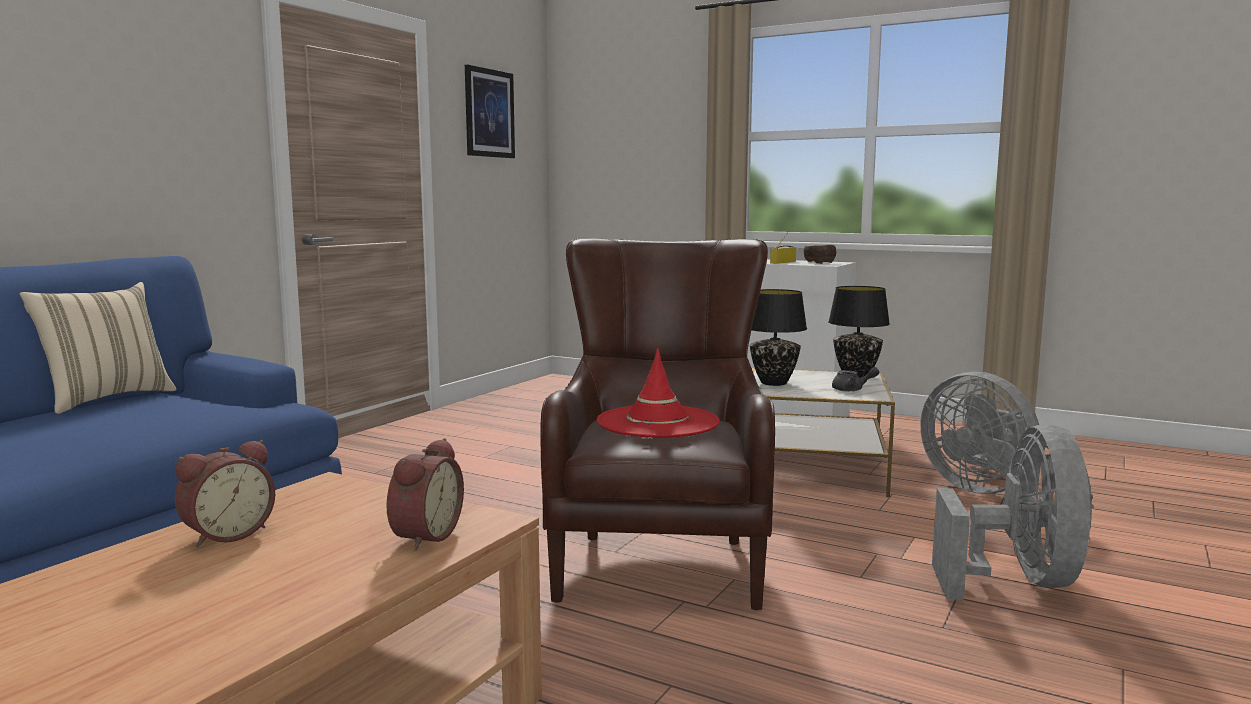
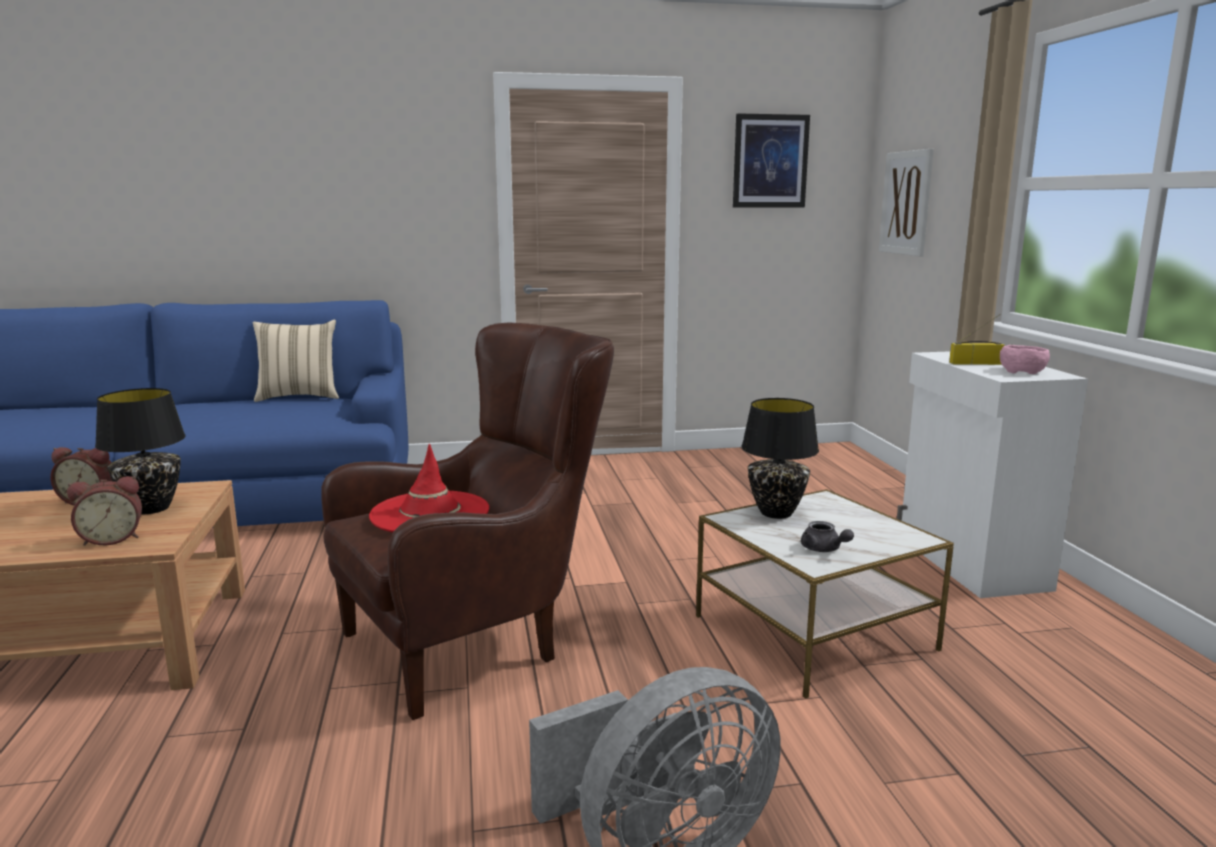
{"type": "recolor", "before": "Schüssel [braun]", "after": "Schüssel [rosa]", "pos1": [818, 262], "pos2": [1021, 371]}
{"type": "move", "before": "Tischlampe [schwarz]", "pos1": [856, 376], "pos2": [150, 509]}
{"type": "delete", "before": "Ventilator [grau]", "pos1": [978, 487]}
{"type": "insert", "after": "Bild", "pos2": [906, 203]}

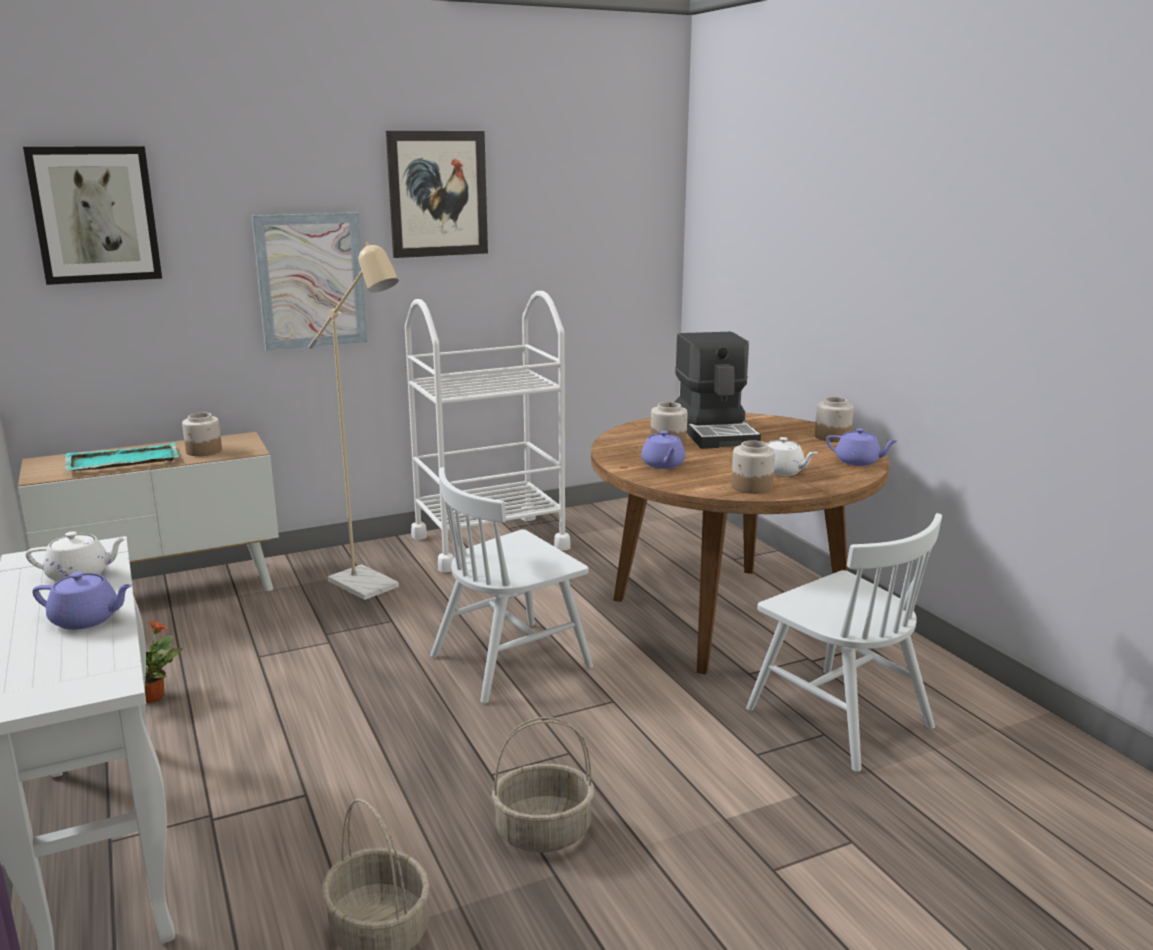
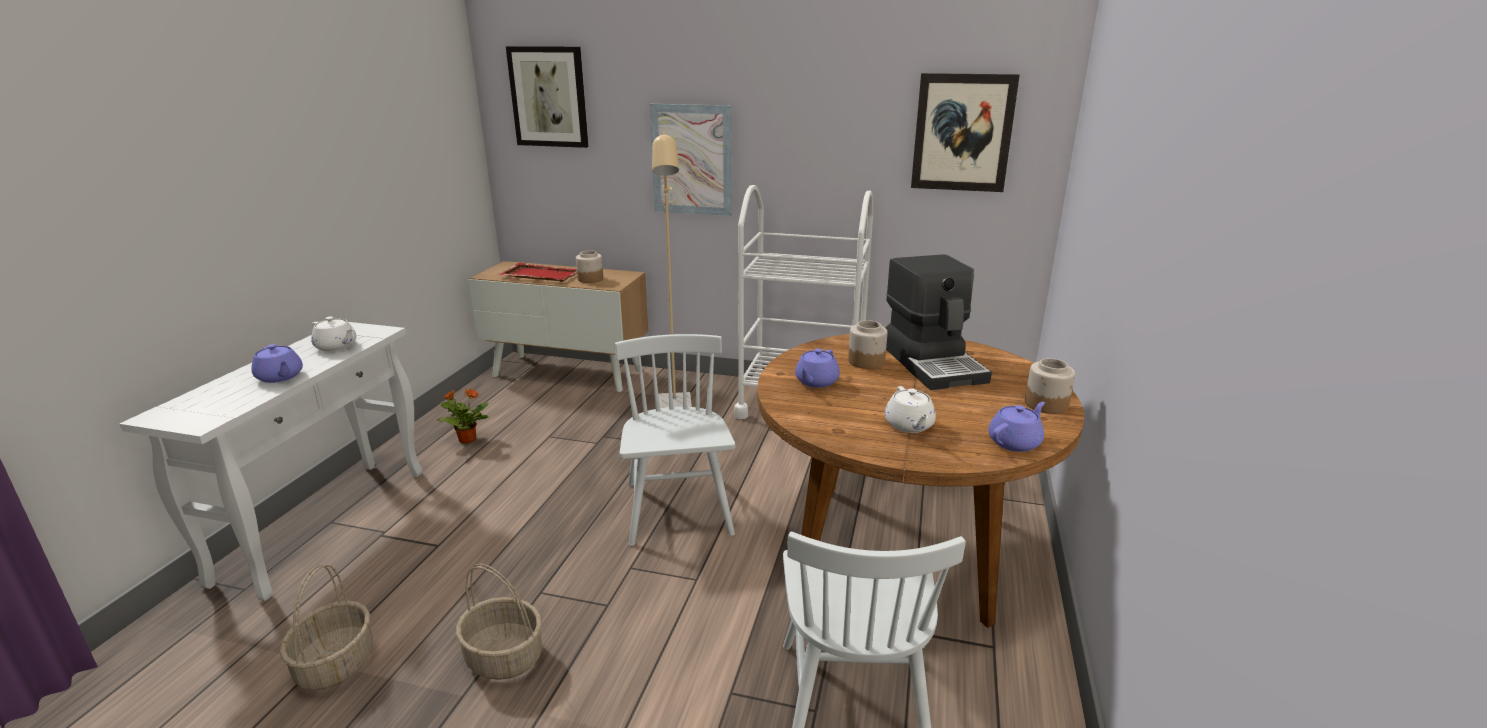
{"type": "recolor", "before": "Tablett [türkis]", "after": "Tablett [rot]", "pos1": [121, 461], "pos2": [540, 275]}
{"type": "move", "before": "Bild", "pos1": [437, 194], "pos2": [962, 133]}
{"type": "rotate", "before": "Stuhl [weiß]", "pos1": [511, 661], "pos2": [678, 509], "turn": 75}
{"type": "rotate", "before": "Kaffeemaschine", "pos1": [716, 432], "pos2": [934, 363], "turn": -45}
{"type": "delete", "before": "Vorratsglas", "pos1": [752, 487]}
{"type": "rotate", "before": "Teekanne [lila]", "pos1": [858, 462], "pos2": [1015, 442], "turn": -105}

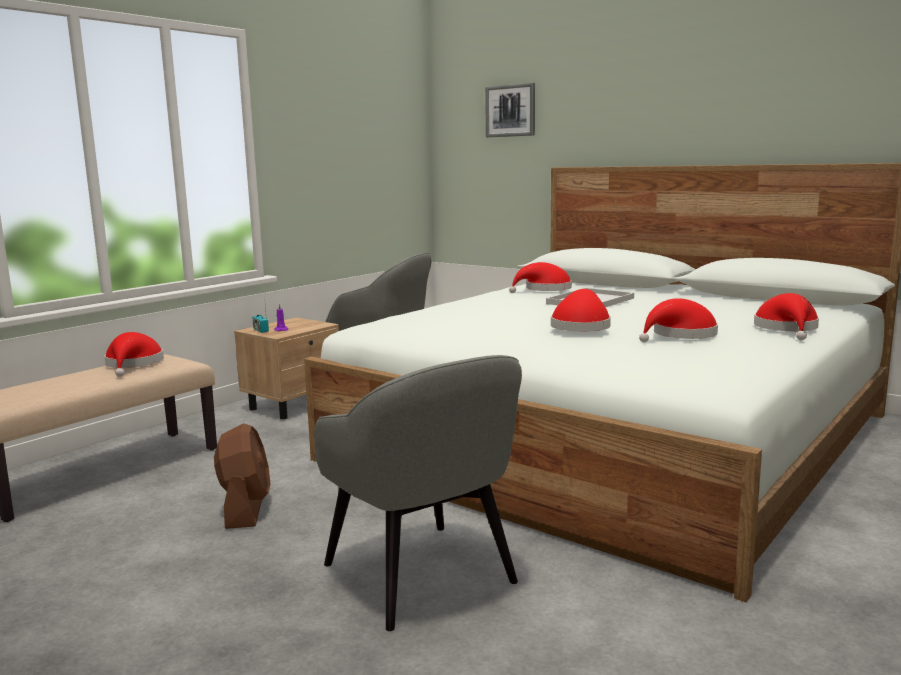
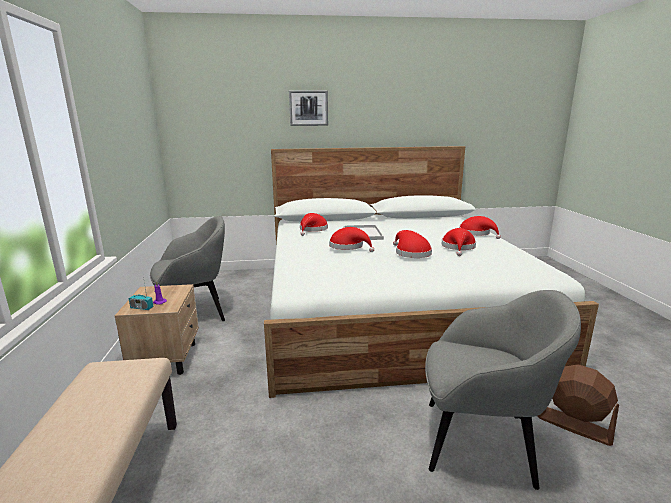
{"type": "move", "before": "Hut [rot]", "pos1": [134, 364], "pos2": [348, 247]}
{"type": "move", "before": "Ventilator [braun]", "pos1": [246, 509], "pos2": [574, 425]}
{"type": "move", "before": "Bild", "pos1": [510, 111], "pos2": [308, 108]}

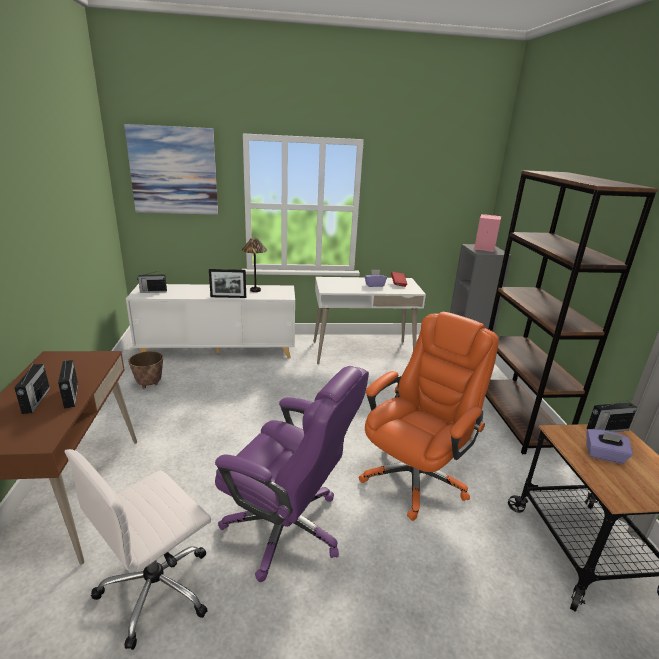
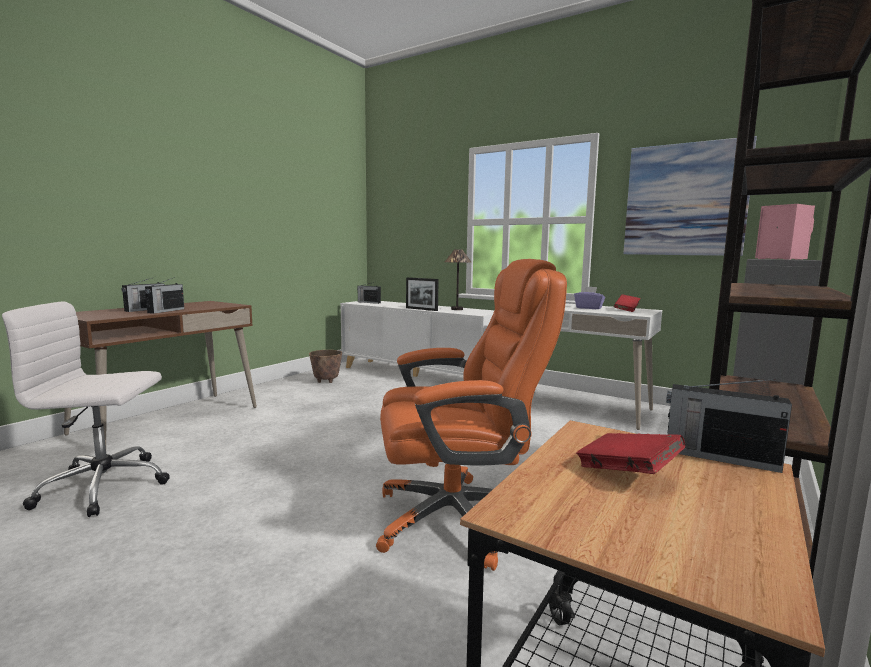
{"type": "move", "before": "Bild", "pos1": [174, 171], "pos2": [685, 200]}
{"type": "delete", "before": "Bürostuhl [lila]", "pos1": [287, 528]}
{"type": "replace", "before": "Taschentuchbox [lila]", "after": "Buch [rot]", "pos1": [604, 455], "pos2": [627, 473]}

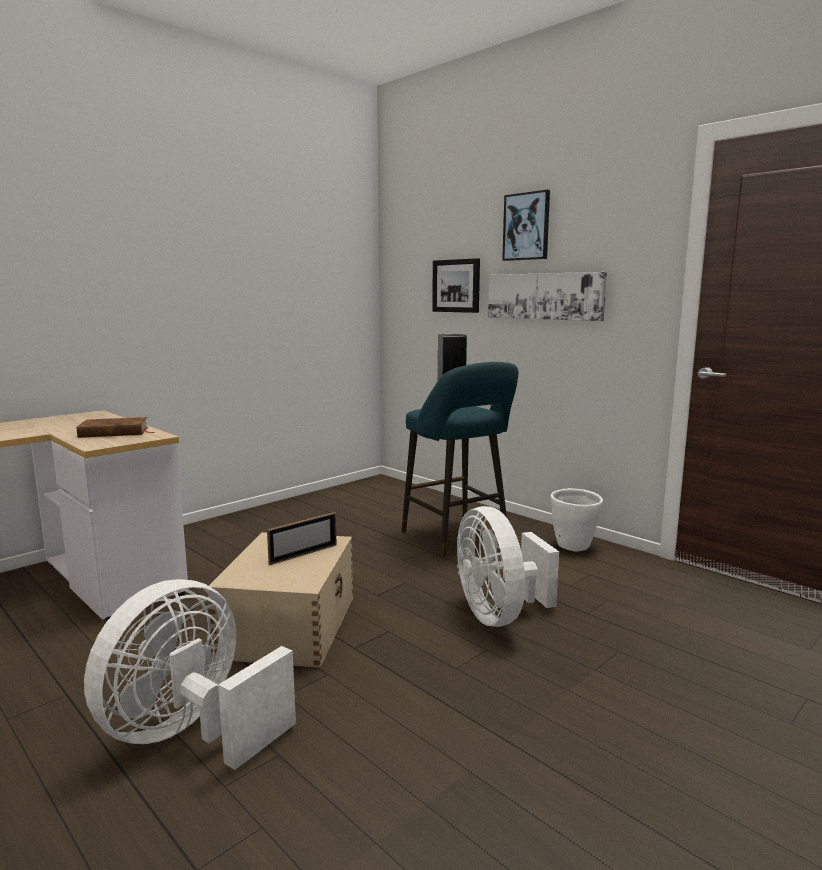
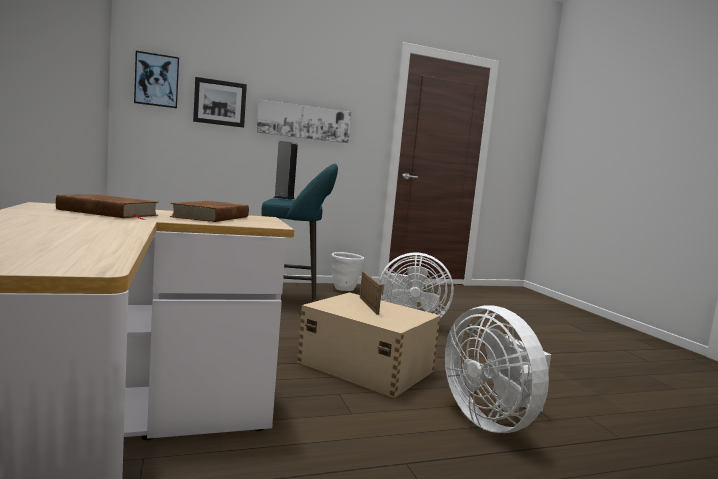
{"type": "move", "before": "Bild", "pos1": [526, 226], "pos2": [156, 80]}
{"type": "insert", "after": "Buch [braun]", "pos2": [108, 213]}

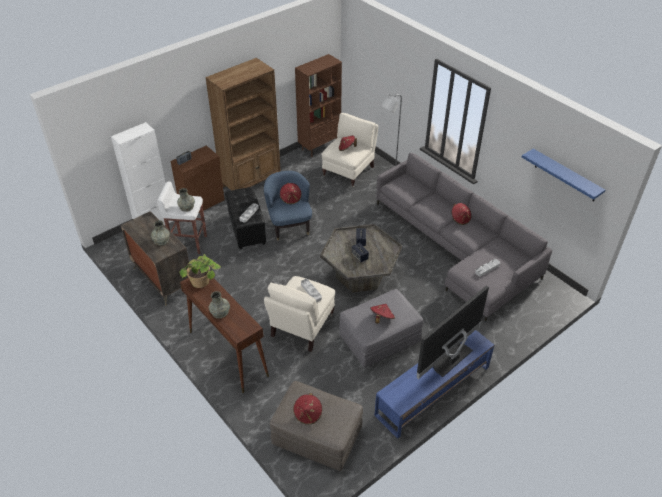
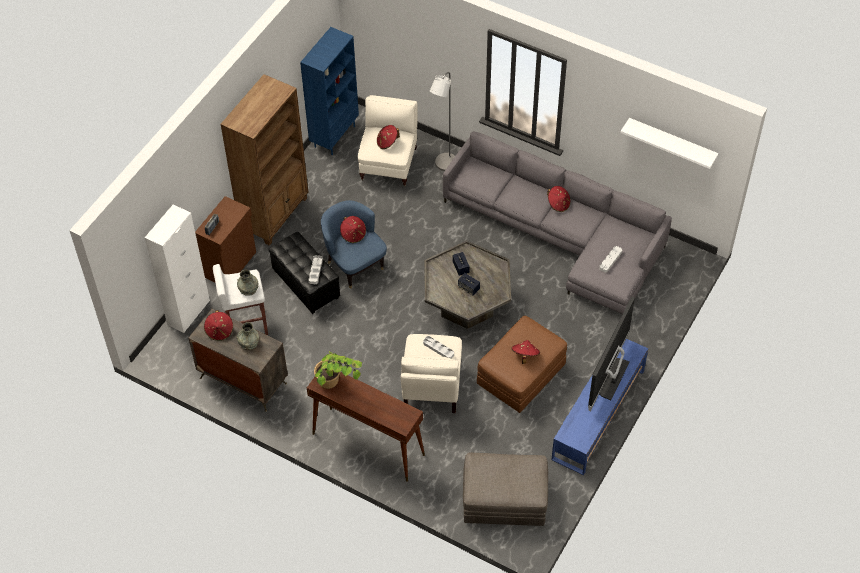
{"type": "delete", "before": "Vase [grau]", "pos1": [220, 312]}
{"type": "move", "before": "Hut [rot]", "pos1": [308, 414], "pos2": [219, 331]}
{"type": "recolor", "before": "Bücherregal [braun]", "after": "Bücherregal [blau]", "pos1": [319, 147], "pos2": [334, 136]}
{"type": "recolor", "before": "Polsterhocker [grau]", "after": "Polsterhocker [braun]", "pos1": [379, 339], "pos2": [521, 375]}
{"type": "recolor", "before": "Wandregal [blau]", "after": "Wandregal [weiß]", "pos1": [566, 176], "pos2": [672, 142]}

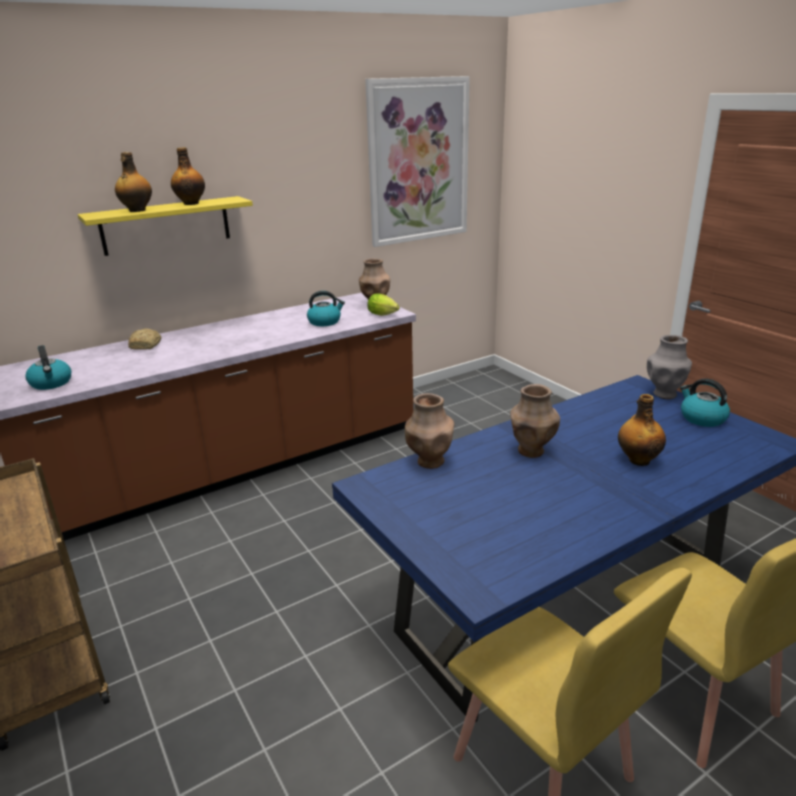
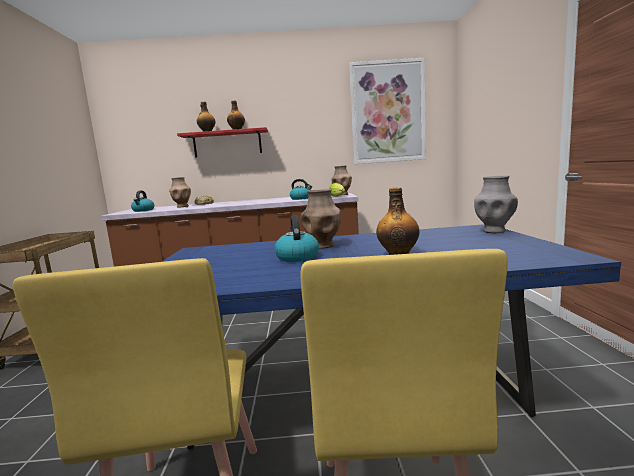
{"type": "recolor", "before": "Wandregal [gelb]", "after": "Wandregal [rot]", "pos1": [166, 225], "pos2": [227, 144]}
{"type": "move", "before": "Vase [braun]", "pos1": [430, 462], "pos2": [182, 206]}
{"type": "move", "before": "Wasserkessel", "pos1": [702, 418], "pos2": [297, 257]}

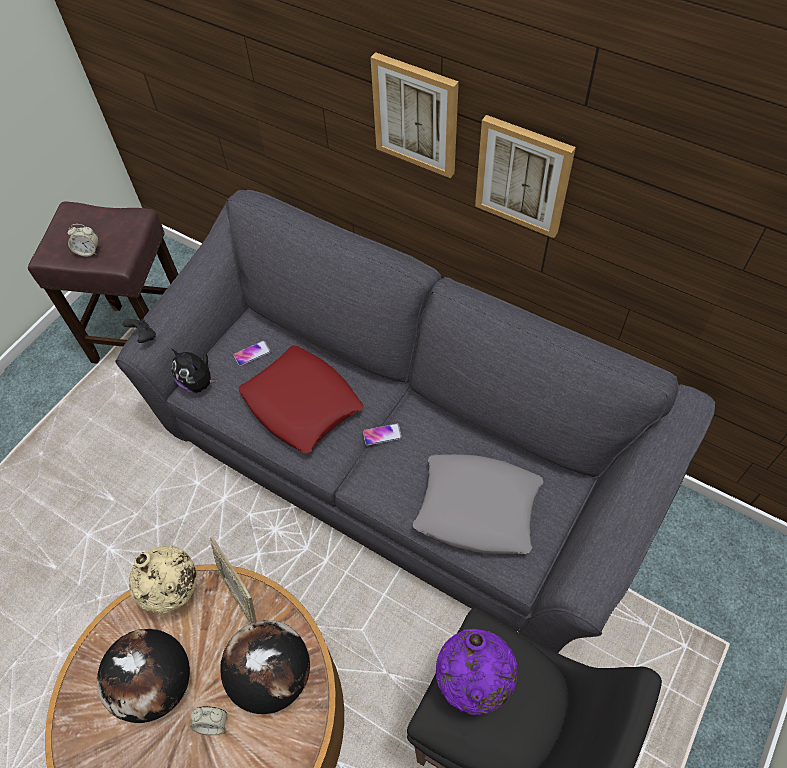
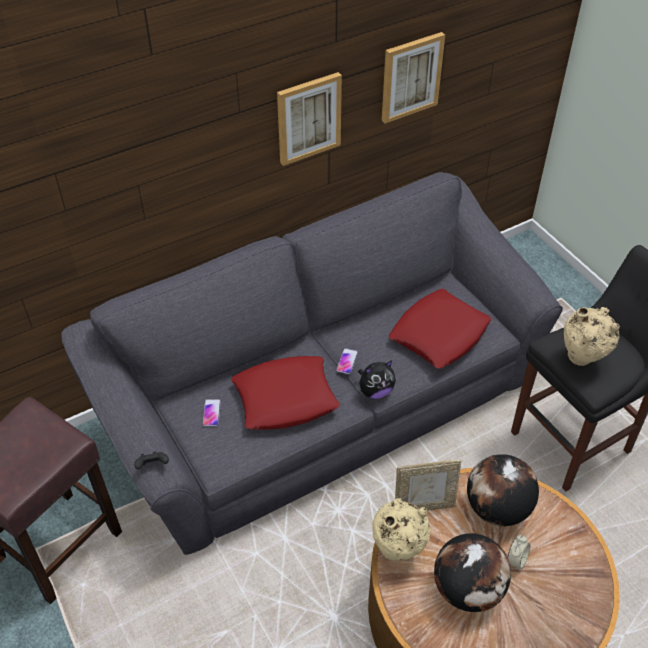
{"type": "delete", "before": "Wecker", "pos1": [88, 251]}
{"type": "move", "before": "Plüschtier", "pos1": [198, 383], "pos2": [375, 391]}
{"type": "move", "before": "Bild", "pos1": [416, 115], "pos2": [410, 77]}
{"type": "recolor", "before": "Kissen [grau]", "after": "Kissen [rot]", "pos1": [478, 508], "pos2": [439, 334]}
{"type": "recolor", "before": "Vase [lila]", "after": "Vase [beige]", "pos1": [473, 683], "pos2": [581, 360]}

